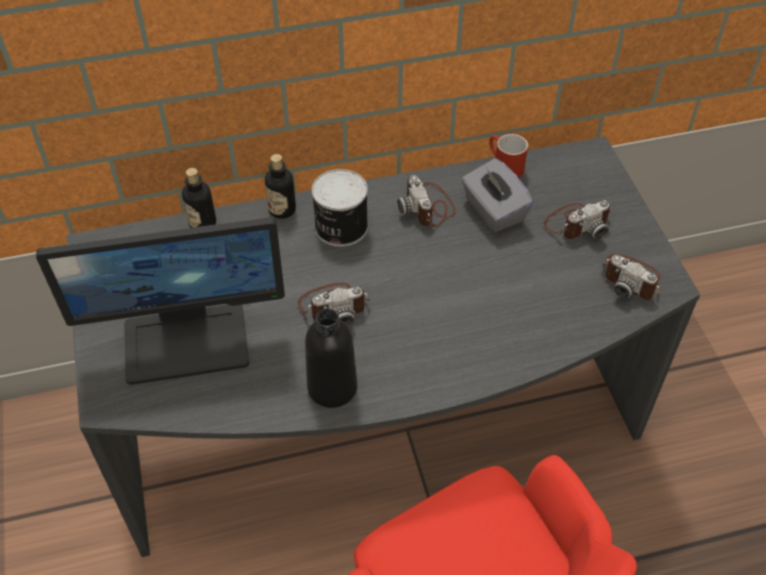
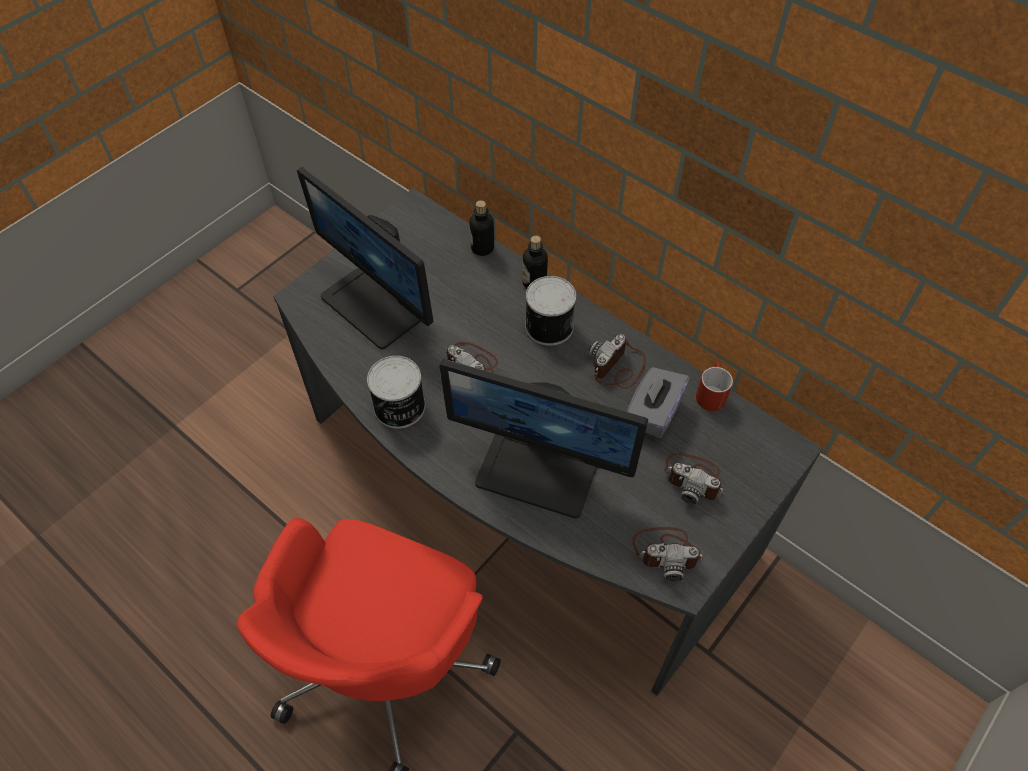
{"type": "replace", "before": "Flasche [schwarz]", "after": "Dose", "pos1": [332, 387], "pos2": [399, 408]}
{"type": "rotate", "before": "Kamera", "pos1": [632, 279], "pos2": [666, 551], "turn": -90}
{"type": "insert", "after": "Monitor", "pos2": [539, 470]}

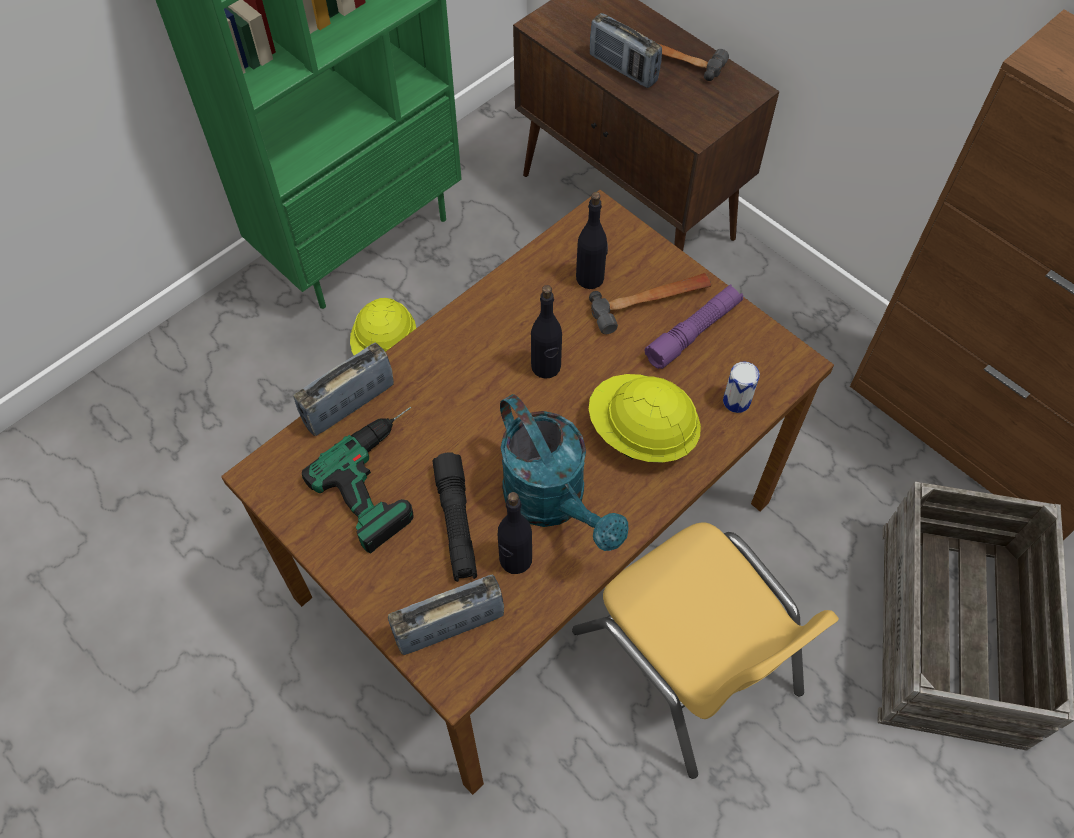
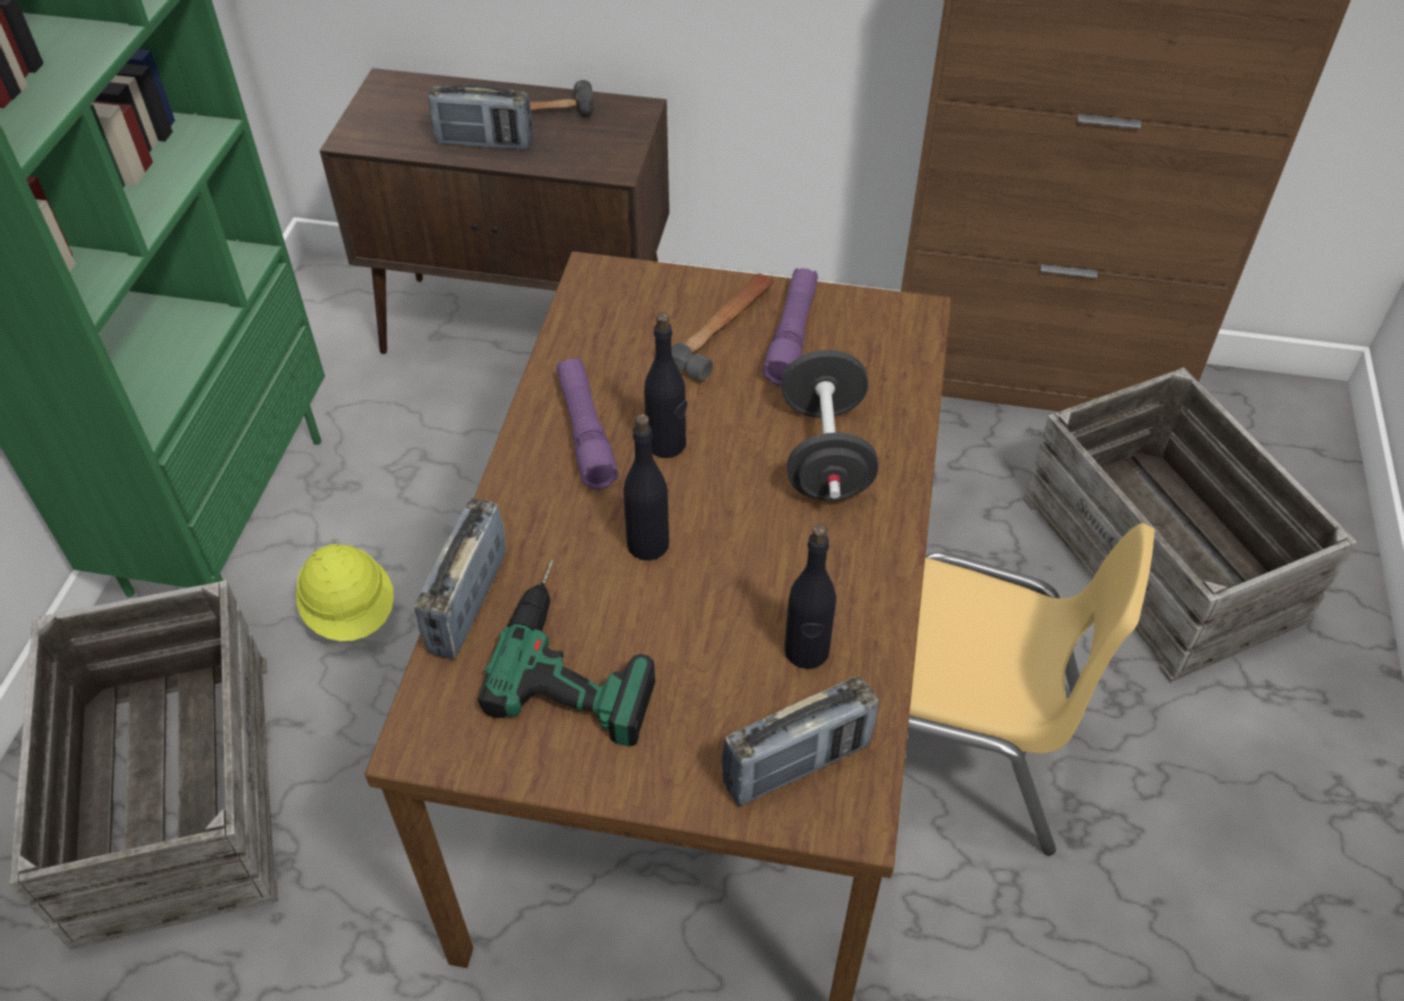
{"type": "rotate", "before": "Radio", "pos1": [449, 626], "pos2": [797, 764], "turn": -150}
{"type": "delete", "before": "Taschenlampe [schwarz]", "pos1": [456, 522]}
{"type": "delete", "before": "Gießkanne [türkis]", "pos1": [553, 502]}
{"type": "move", "before": "Flasche [schwarz]", "pos1": [590, 278], "pos2": [648, 544]}
{"type": "replace", "before": "Schutzhelm [gelb]", "after": "Hantel [schwarz]", "pos1": [641, 433], "pos2": [825, 454]}
{"type": "delete", "before": "Dose", "pos1": [736, 401]}
{"type": "insert", "after": "Kiste", "pos2": [171, 793]}
{"type": "insert", "after": "Taschenlampe [lila]", "pos2": [585, 431]}

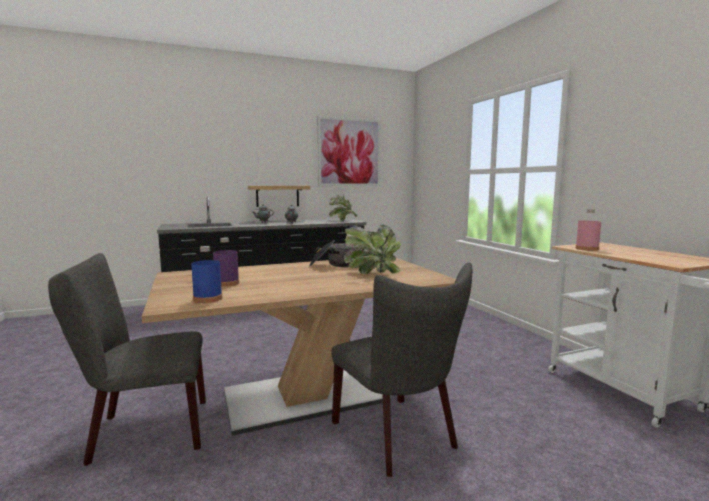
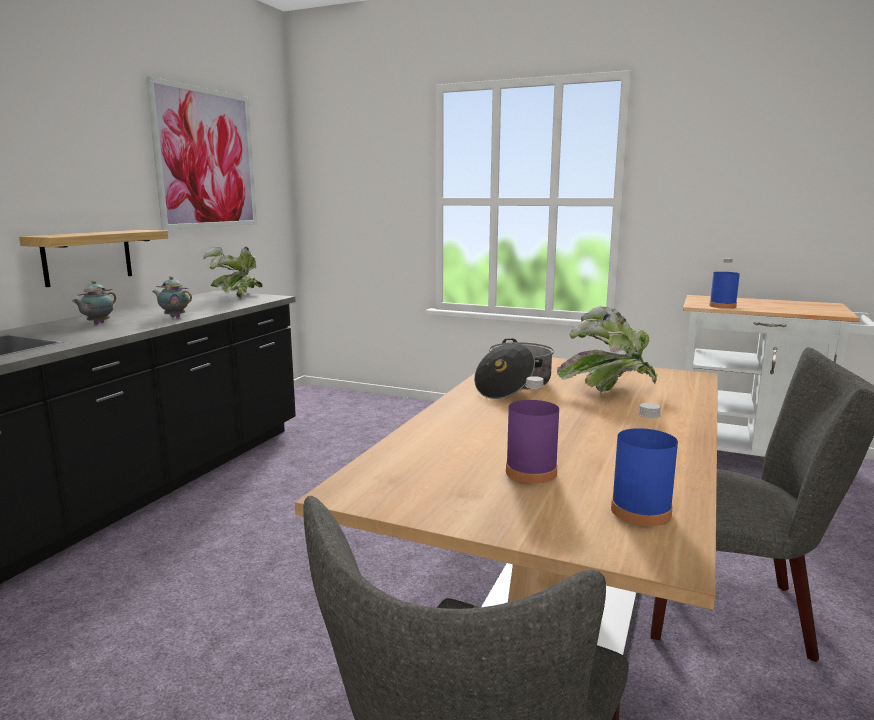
{"type": "recolor", "before": "Flasche [rosa]", "after": "Flasche [blau]", "pos1": [587, 249], "pos2": [722, 306]}

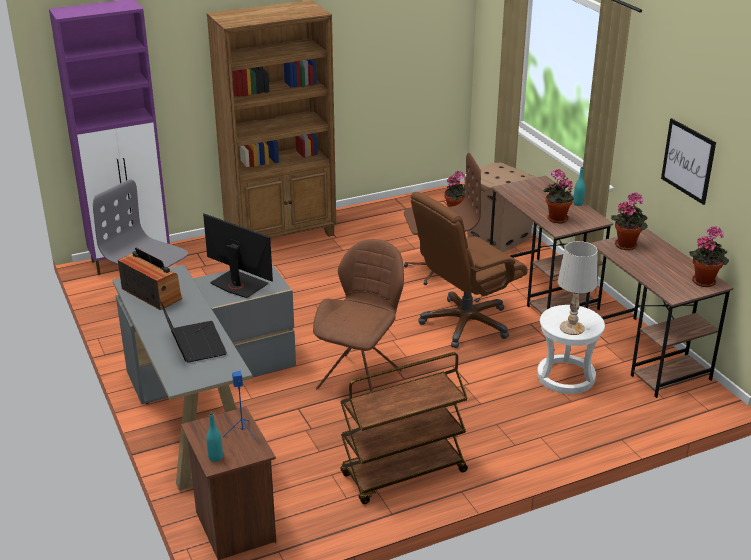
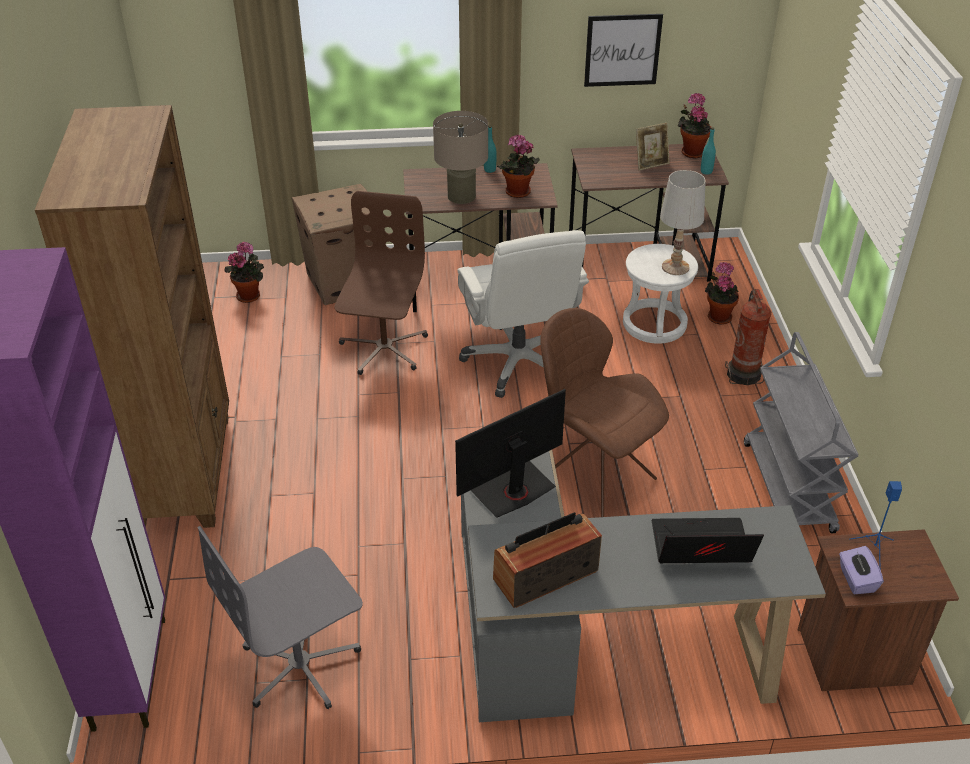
{"type": "move", "before": "Flasche [türkis]", "pos1": [215, 457], "pos2": [706, 171]}
{"type": "recolor", "before": "Rollwagen [braun]", "after": "Rollwagen [grau]", "pos1": [403, 474], "pos2": [788, 488]}
{"type": "recolor", "before": "Bürostuhl [braun]", "after": "Bürostuhl [weiß]", "pos1": [465, 323], "pos2": [519, 362]}
{"type": "move", "before": "Topfpflanze", "pos1": [627, 244], "pos2": [718, 316]}
{"type": "insert", "after": "Tischlampe [beige]", "pos2": [461, 196]}
{"type": "insert", "after": "Bilderrahmen", "pos2": [651, 164]}
{"type": "insert", "after": "Feuerlöscher", "pos2": [744, 373]}
{"type": "insert", "after": "Taschentuchbox [lila]", "pos2": [856, 580]}

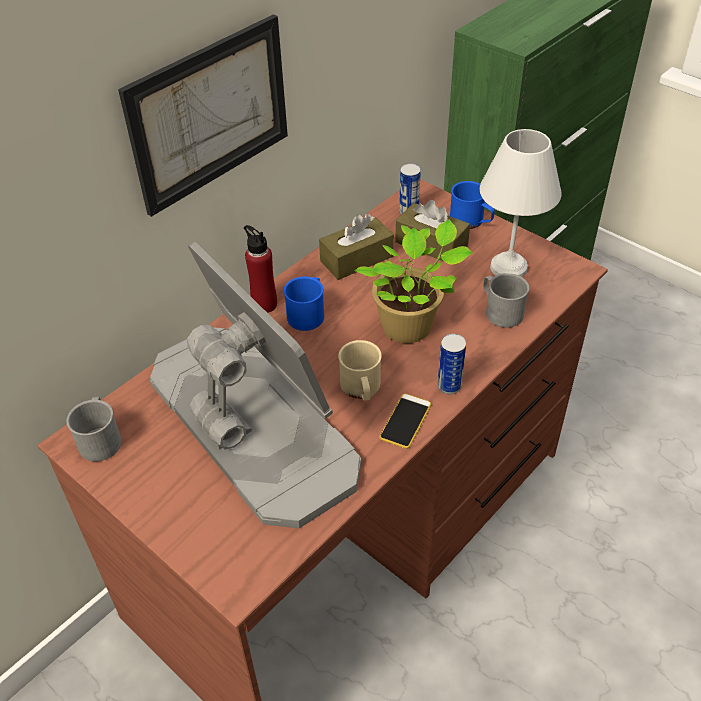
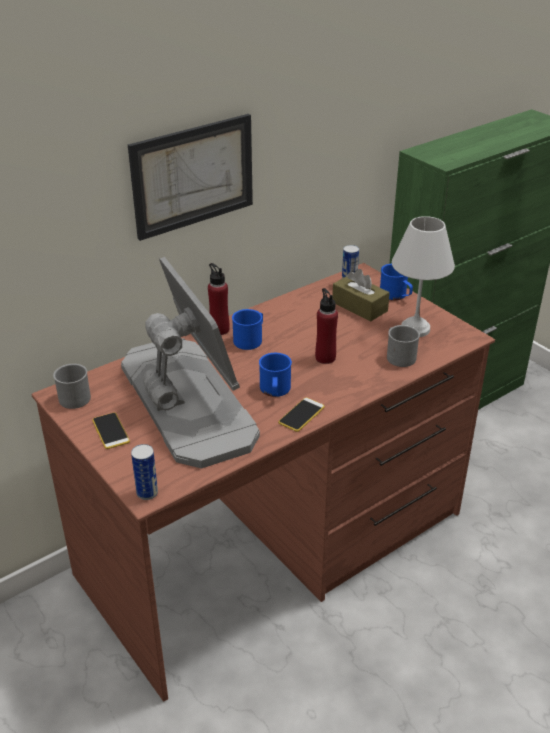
{"type": "delete", "before": "Taschentuchbox [braun]", "pos1": [356, 259]}
{"type": "recolor", "before": "Henkelbecher [beige]", "after": "Henkelbecher [blau]", "pos1": [361, 389], "pos2": [275, 391]}
{"type": "replace", "before": "Topfpflanze", "after": "Flasche [rot]", "pos1": [410, 328], "pos2": [325, 357]}
{"type": "move", "before": "Dose", "pos1": [449, 386], "pos2": [147, 493]}
{"type": "insert", "after": "Handy", "pos2": [110, 431]}

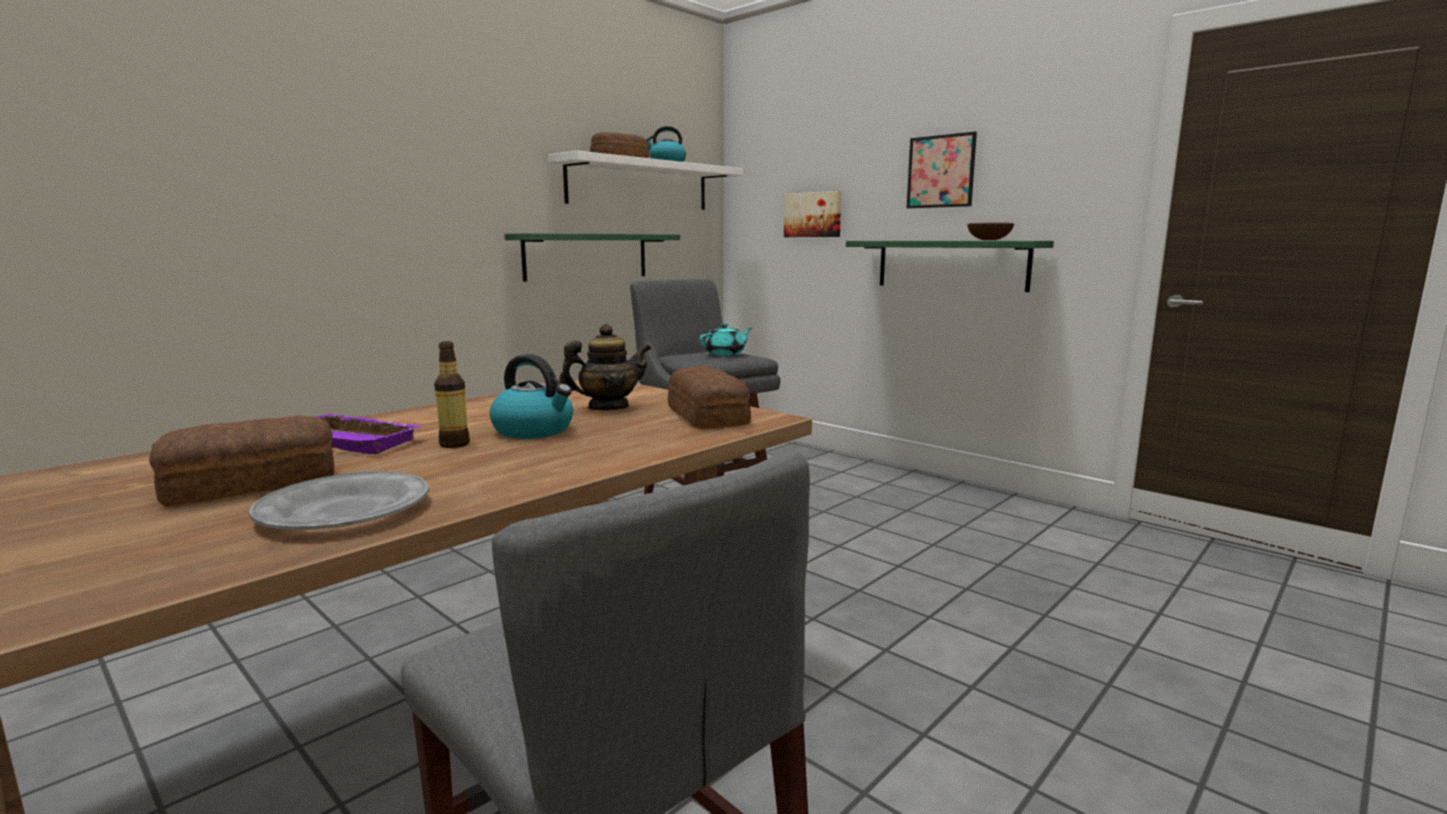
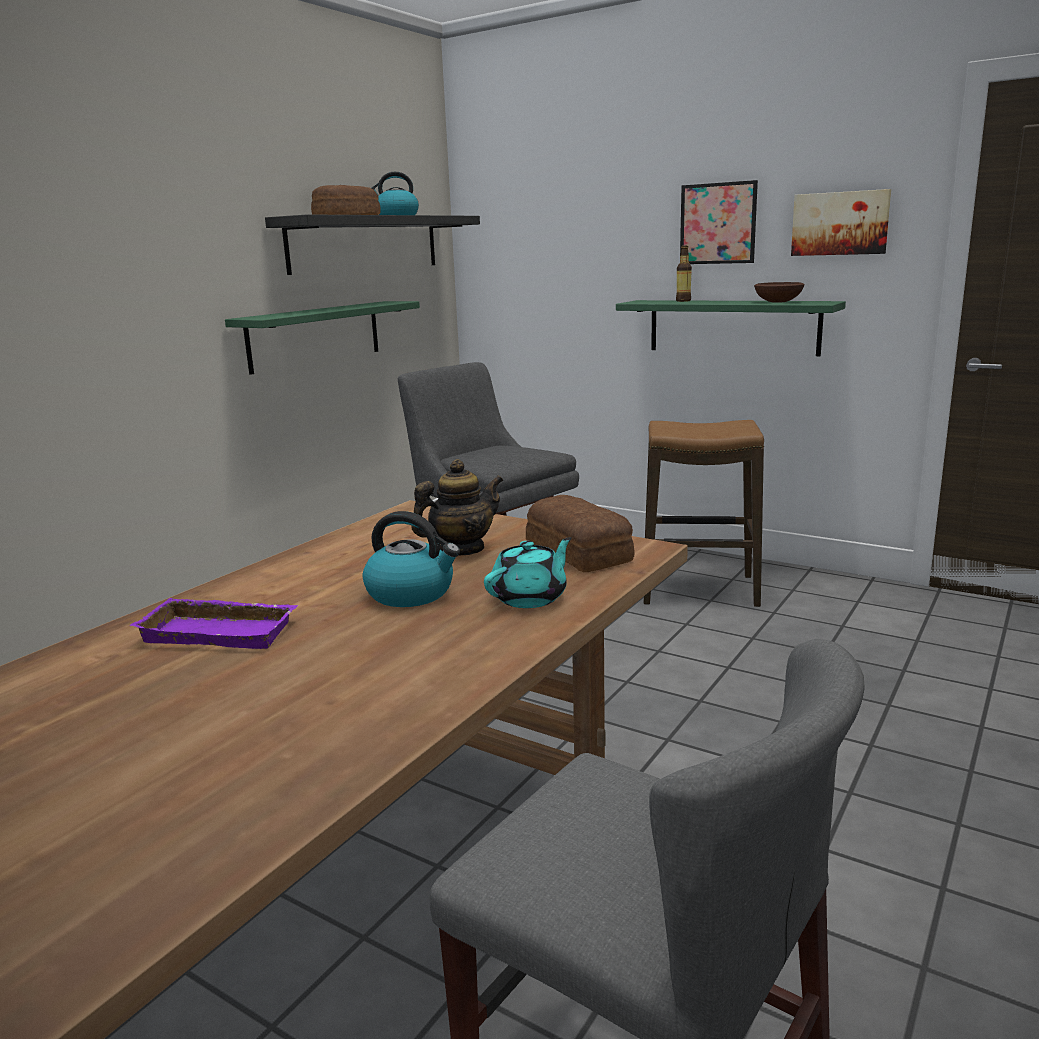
{"type": "delete", "before": "Brot", "pos1": [254, 485]}
{"type": "delete", "before": "Teller [grau]", "pos1": [344, 510]}
{"type": "move", "before": "Flasche", "pos1": [454, 444], "pos2": [683, 301]}
{"type": "recolor", "before": "Wandregal [weiß]", "after": "Wandregal [schwarz]", "pos1": [639, 185], "pos2": [365, 243]}
{"type": "move", "before": "Teekanne [türkis]", "pos1": [725, 354], "pos2": [530, 597]}
{"type": "move", "before": "Bild", "pos1": [813, 215], "pos2": [840, 223]}
{"type": "insert", "after": "Hocker", "pos2": [699, 590]}

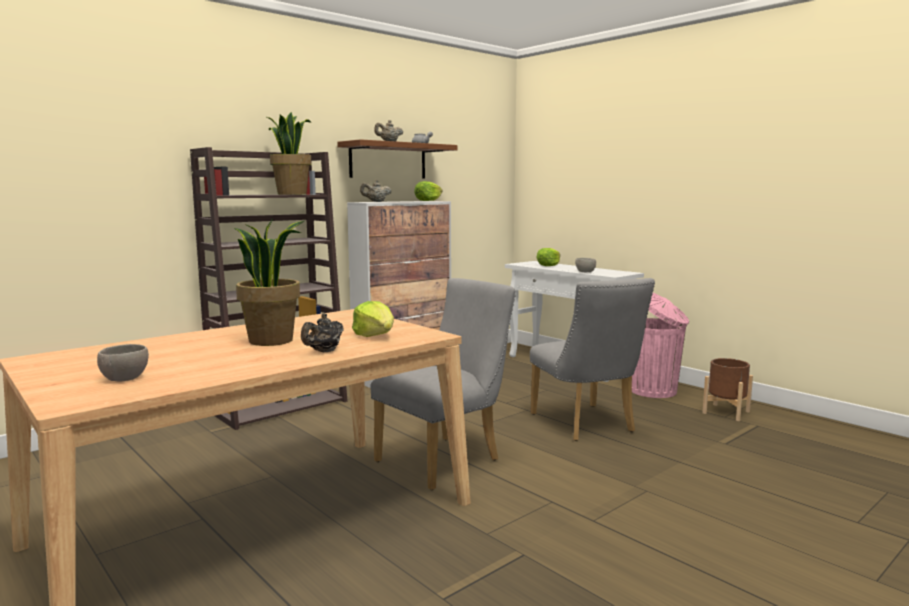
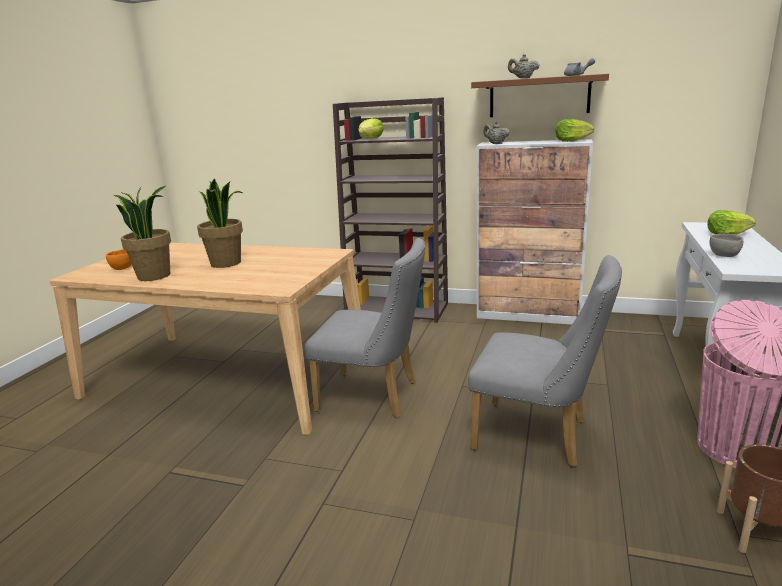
{"type": "recolor", "before": "Schüssel [grau]", "after": "Schüssel [orange]", "pos1": [124, 378], "pos2": [122, 268]}
{"type": "move", "before": "Topfpflanze", "pos1": [291, 194], "pos2": [154, 276]}
{"type": "delete", "before": "Teekanne [schwarz]", "pos1": [324, 351]}
{"type": "move", "before": "Salatkopf", "pos1": [375, 336], "pos2": [370, 138]}
{"type": "rotate", "before": "Stuhl [grau]", "pos1": [586, 425], "pos2": [539, 436], "turn": -105}

